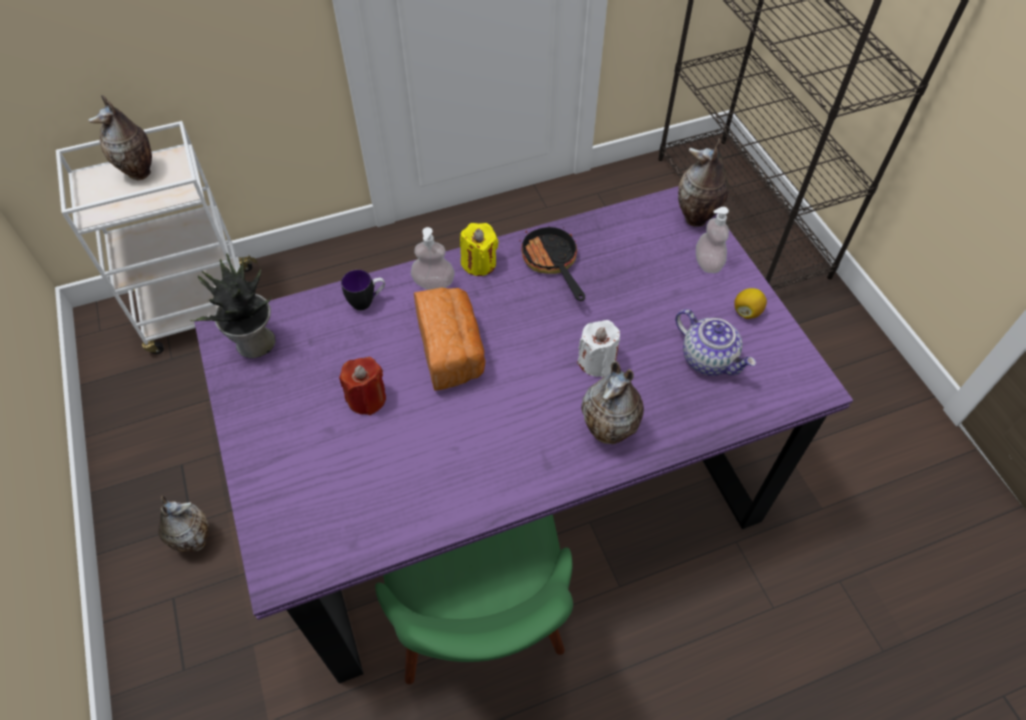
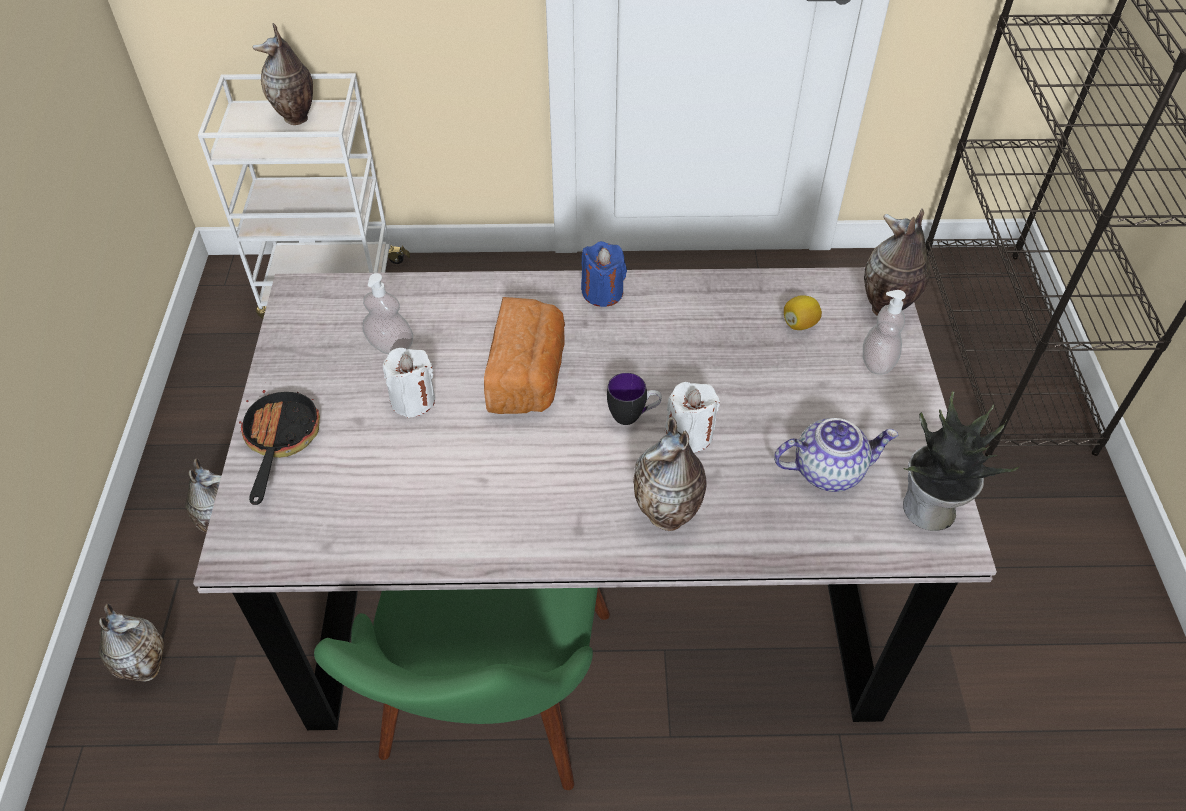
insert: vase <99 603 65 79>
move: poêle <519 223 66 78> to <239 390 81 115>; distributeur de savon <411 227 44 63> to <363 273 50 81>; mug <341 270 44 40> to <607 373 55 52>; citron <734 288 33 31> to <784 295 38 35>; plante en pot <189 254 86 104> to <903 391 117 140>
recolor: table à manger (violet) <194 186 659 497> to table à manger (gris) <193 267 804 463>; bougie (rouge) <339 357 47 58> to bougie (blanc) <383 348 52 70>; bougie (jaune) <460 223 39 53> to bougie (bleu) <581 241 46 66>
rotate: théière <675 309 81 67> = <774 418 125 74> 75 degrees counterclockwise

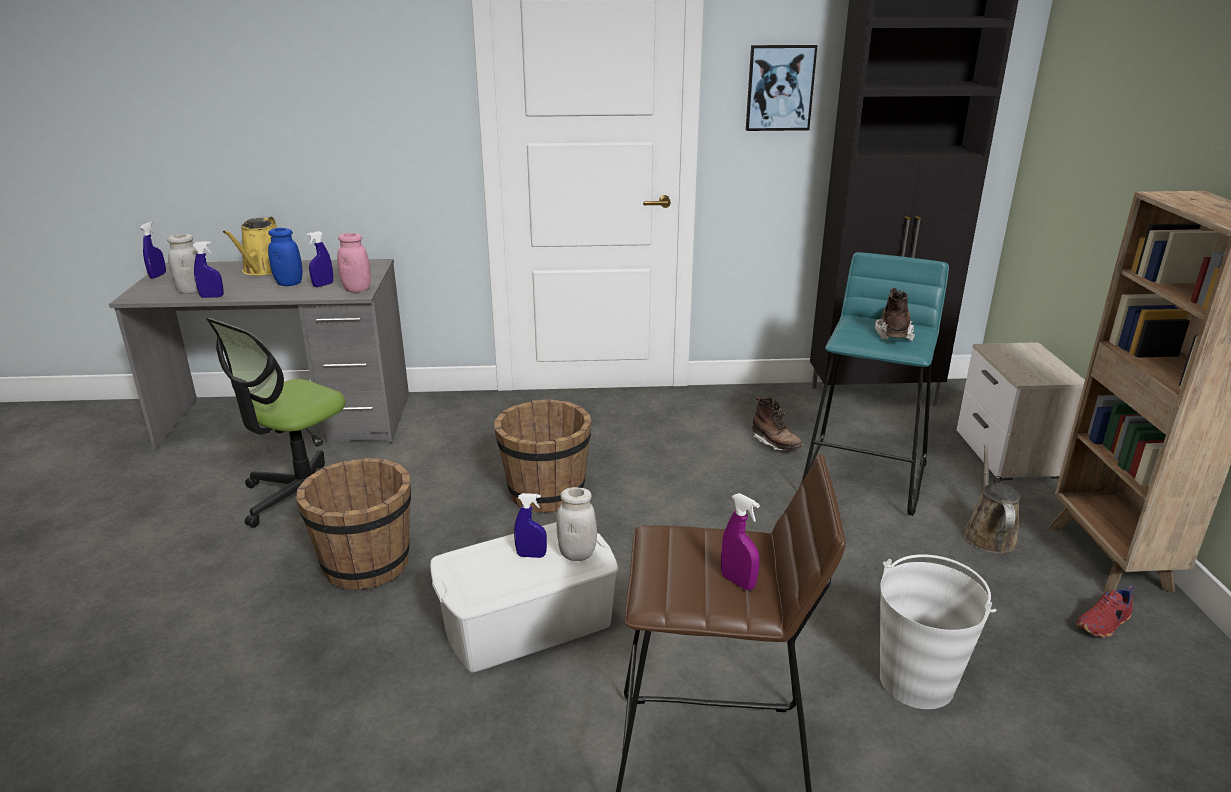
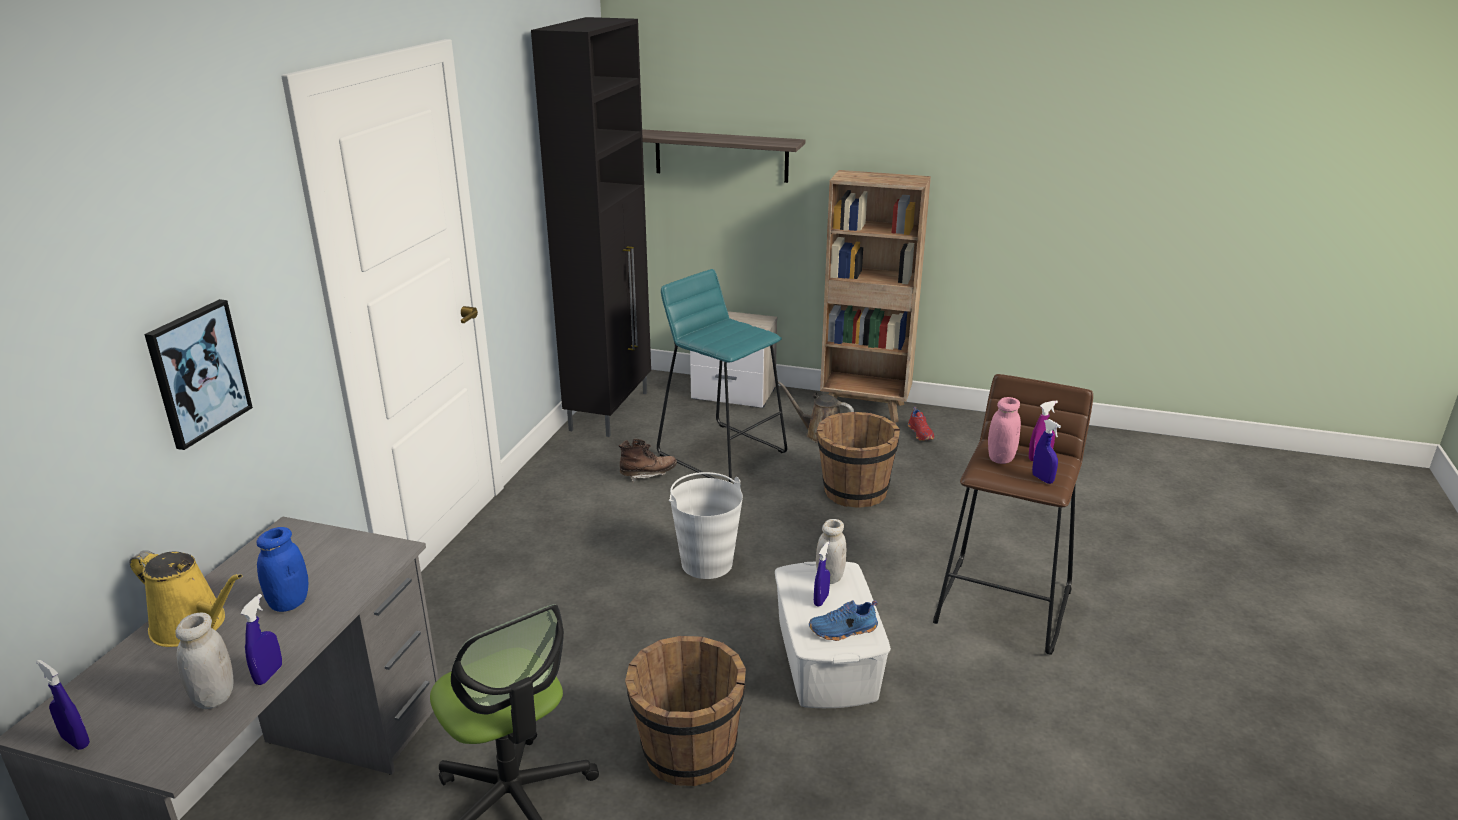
delete: botte (marron) <875 288 40 53>
insert: étagère <642 129 163 54>; chaussure (bleu) <809 600 69 41>
move: tableau <746 45 72 86> to <144 299 109 151>; seau (blanc) <880 554 117 155> to <669 472 74 107>; seau (marron) <495 399 97 114> to <817 412 83 96>; bocal (rose) <337 233 34 59> to <988 397 33 67>; vaporisateur (bleu) <306 231 27 56> to <1032 419 29 65>

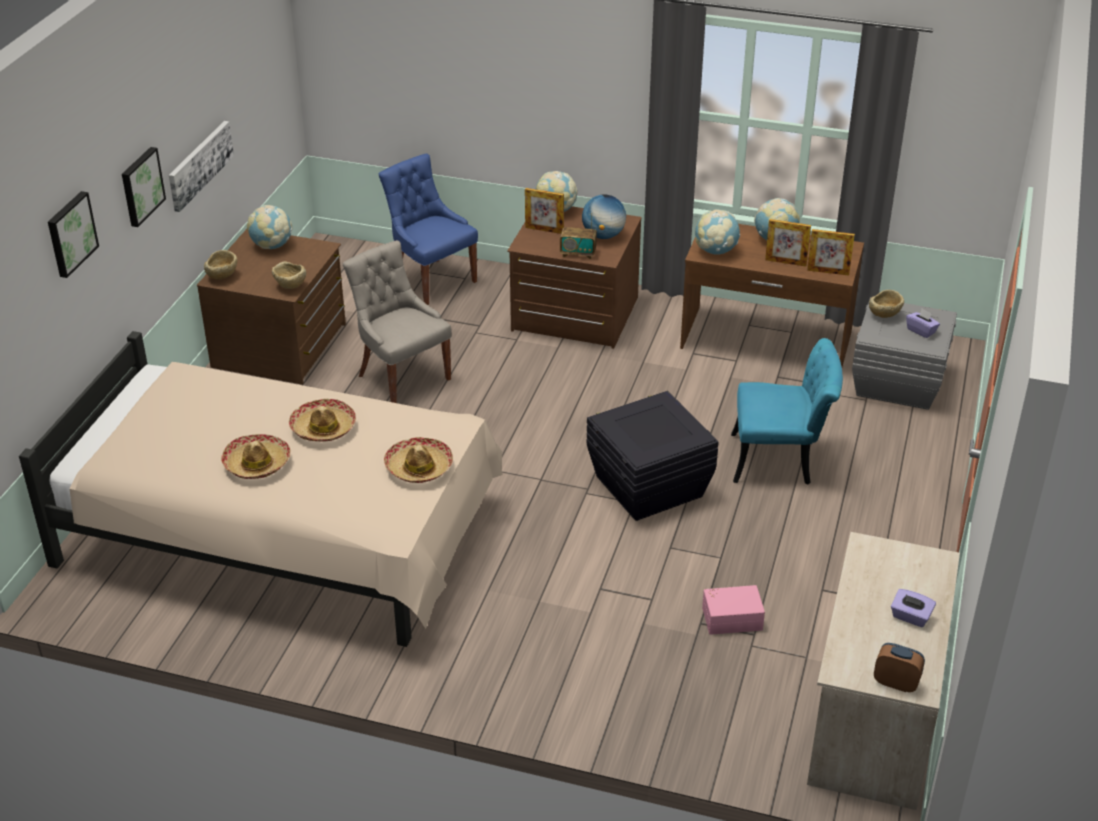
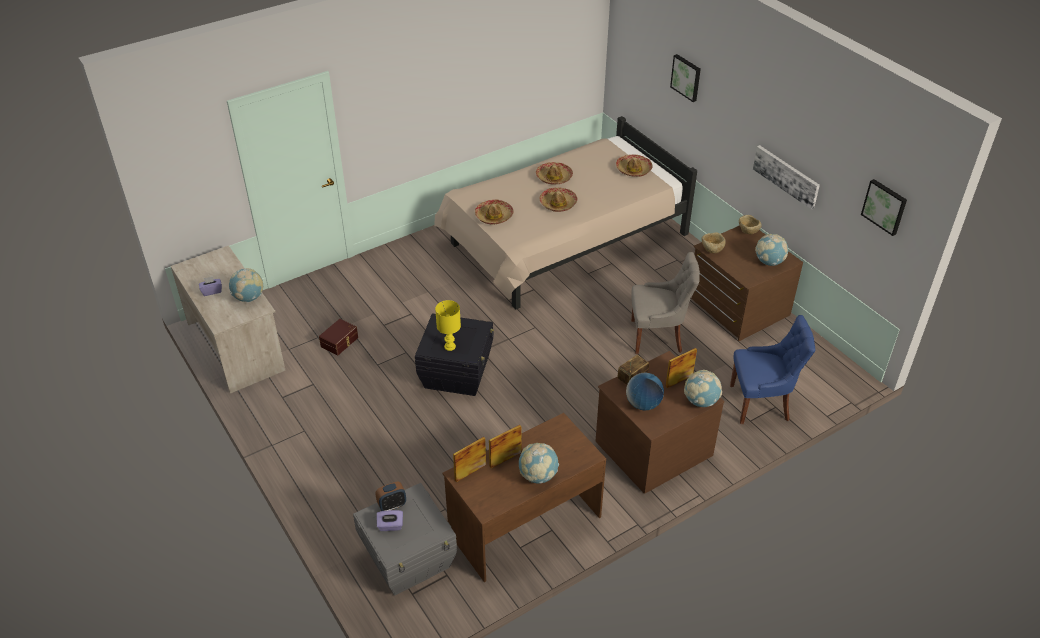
delete: chaise (turquoise) <731 338 112 147>; bol (beige) <869 290 35 28>
insert: lampe de table (jaune) <435 300 26 51>; chapeau <616 154 37 23>
move: globe <695 209 45 46> to <229 268 34 35>; réveil <874 643 51 49> to <375 482 31 29>; tableau <122 147 44 80> to <861 179 46 57>
recolor: boîte de rangement (rose) <702 585 63 50> to boîte de rangement (marron) <319 319 39 37>

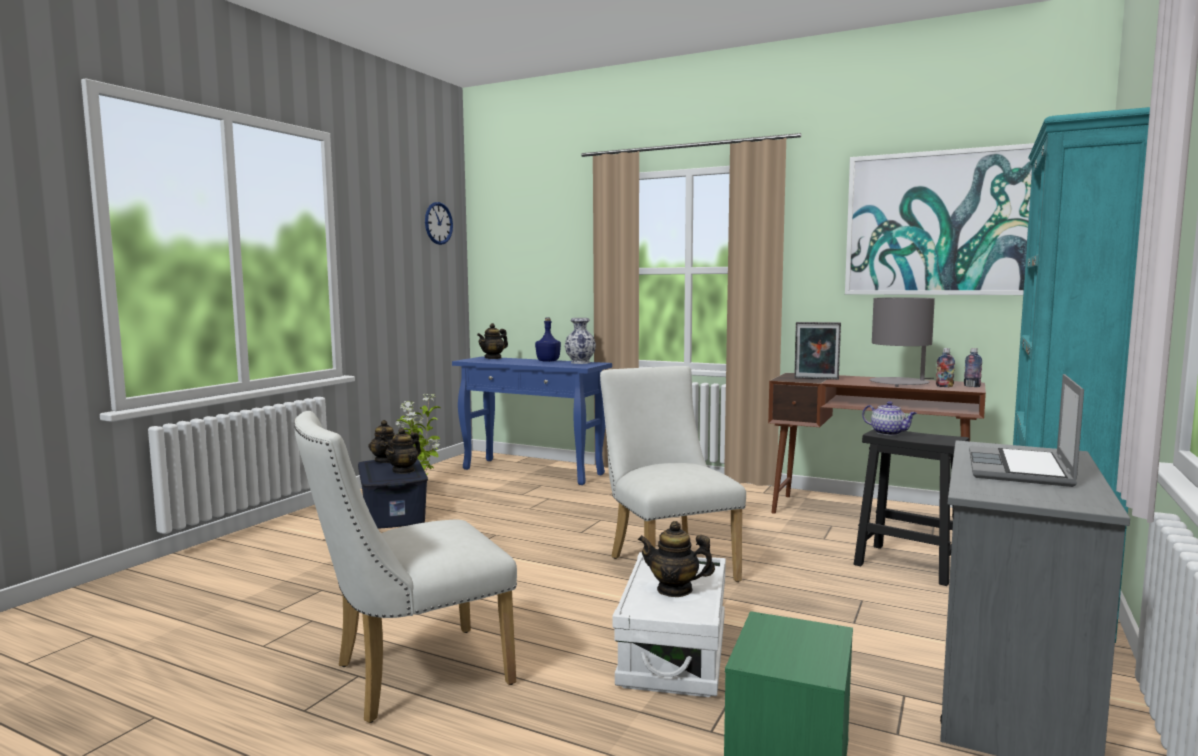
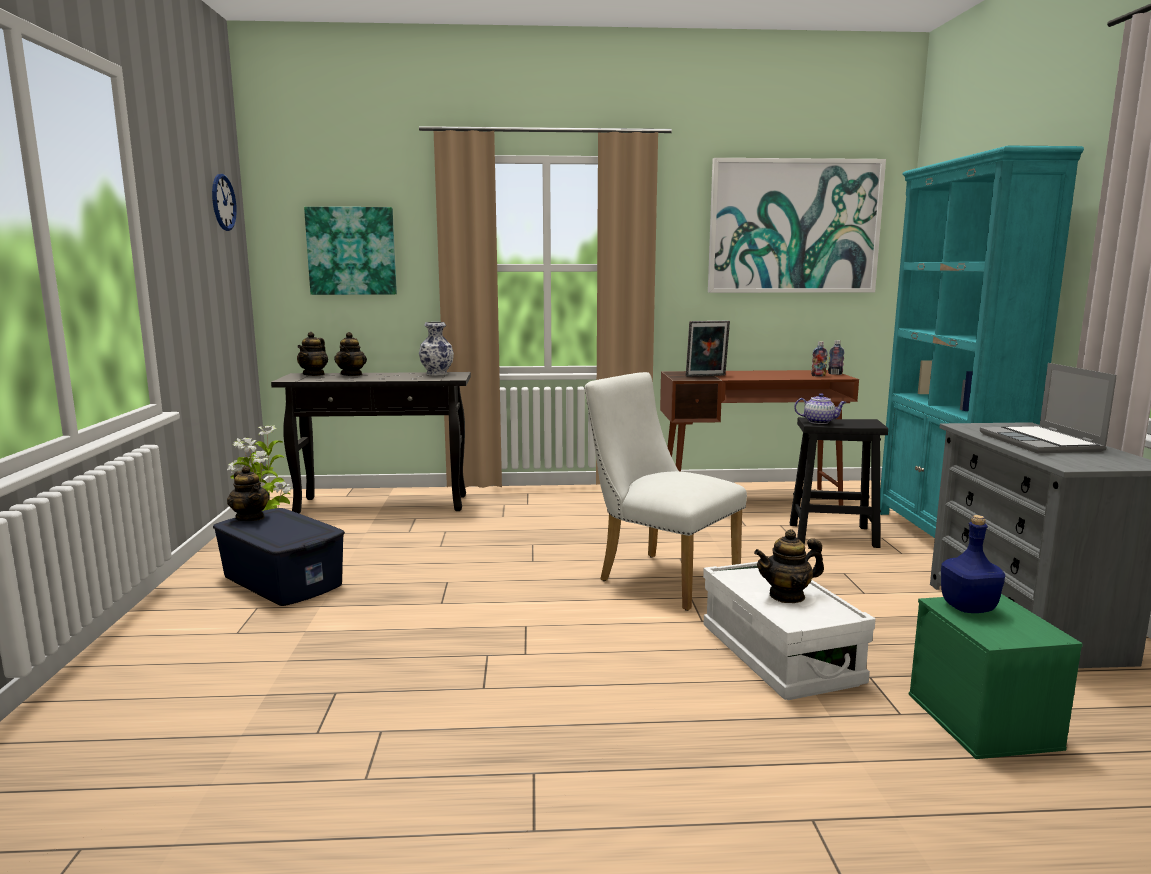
delete: chaise (blanc) <294 411 223 312>; lampe de table (gris) <869 297 66 90>
insert: tableau <304 207 93 88>
move: théière <383 428 38 46> to <334 332 33 44>; bouteille (bleu) <535 318 26 44> to <941 515 64 98>
recolor: table console (bleu) <452 356 160 129> to table console (noir) <271 372 200 142>

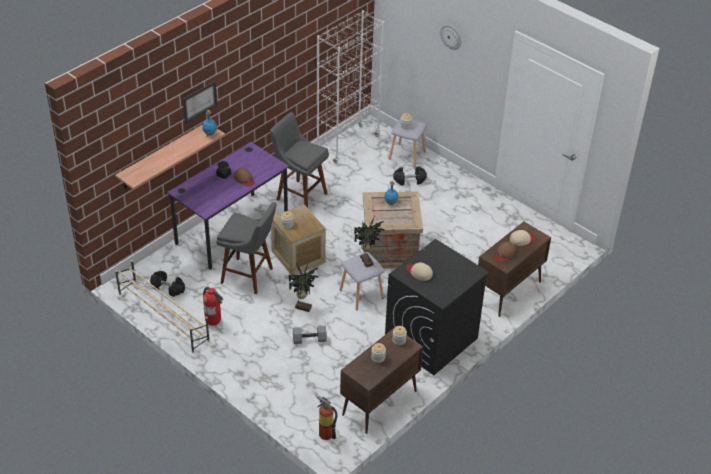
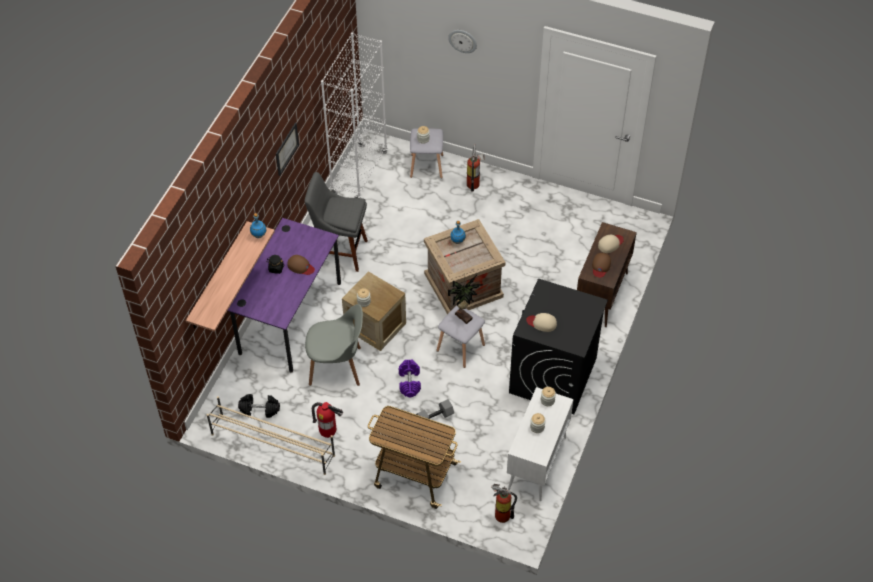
delete: haltère (noir) <393 167 34 18>
insert: chariot <368 406 93 103>; extincteur <467 144 18 47>
move: tableau <183 81 34 42> to <276 123 23 53>
replace: tabouret (gris) <216 202 61 92> to chaise (gris) <305 304 58 82>; plante en pot <289 263 29 49> to haltère (violet) <399 359 22 38>
recolor: meuble de rangement (marron) <340 327 83 107> to meuble de rangement (blanc) <507 387 66 114>

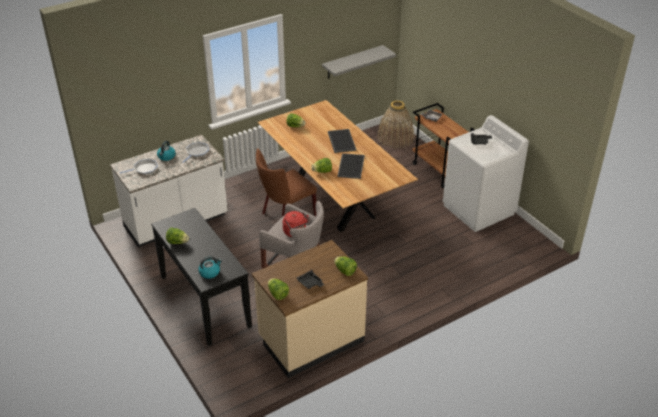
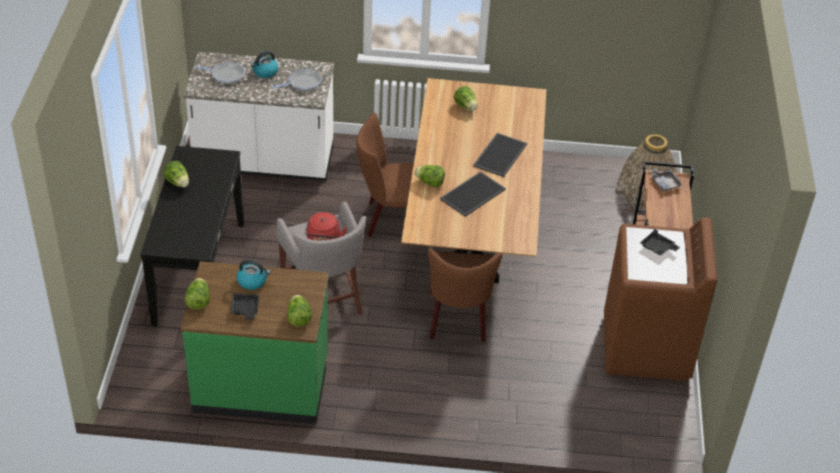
delete: étagère (gris) <322 45 74 34>
insert: chaise (marron) <428 249 74 93>
move: bouilloire <198 257 24 22> to <237 260 34 30>
recolor: comptoir de cuisine (beige) <251 240 117 138> to comptoir de cuisine (vert) <181 261 148 163>; lave-linge (blanc) <443 115 86 117> to lave-linge (marron) <604 217 114 164>

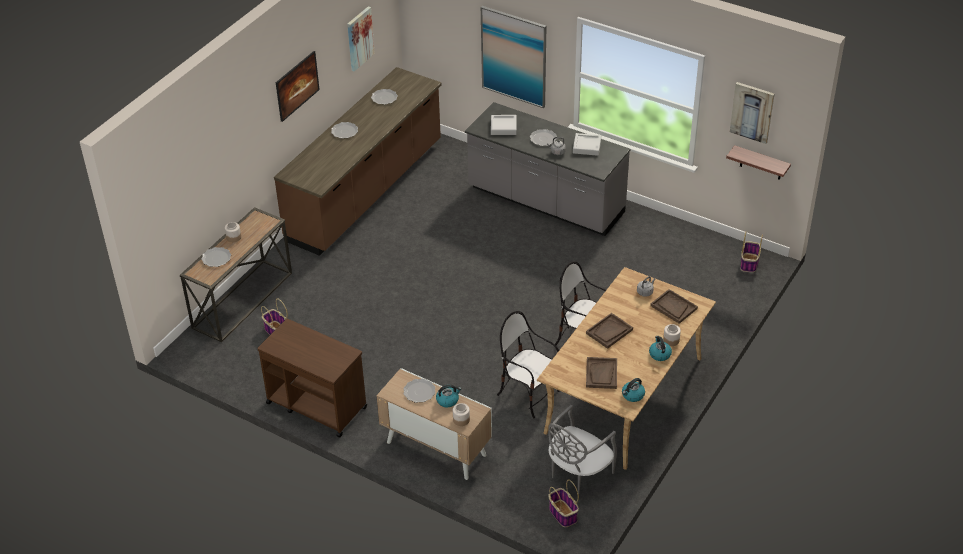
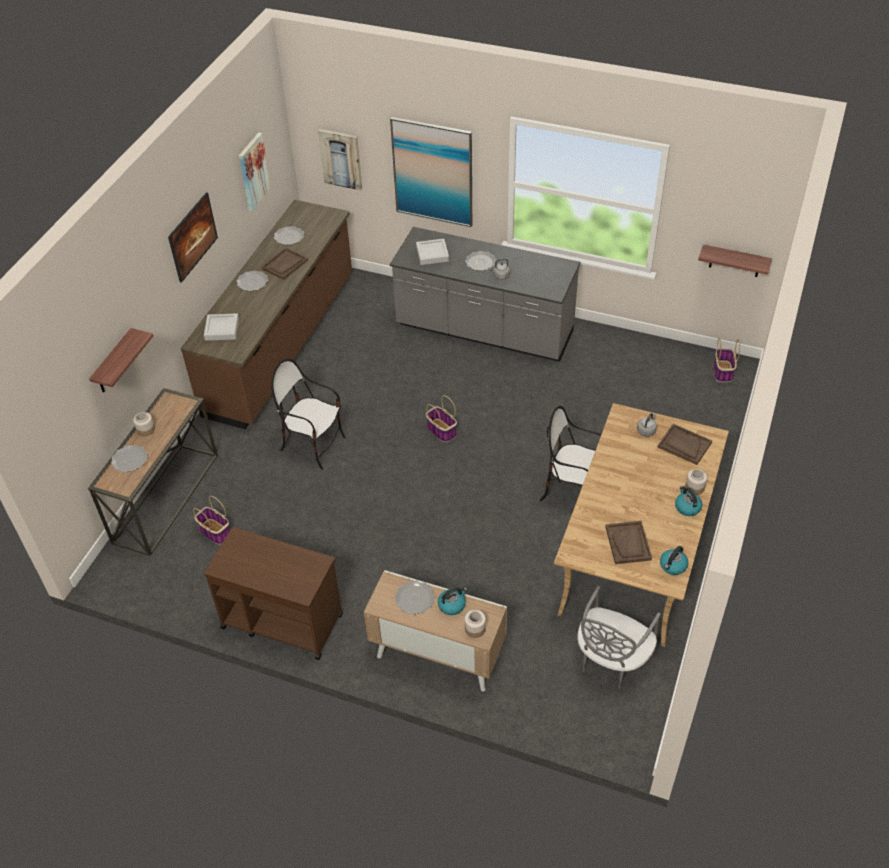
insert: étagère <89 328 64 65>
move: plateau (gris) <573 133 28 23> to <204 313 35 28>; plateau (marron) <586 313 47 36> to <262 248 46 32>; chaise <497 311 62 107> to <271 359 75 111>; tableau <730 82 44 62> to <318 129 44 62>; panier <548 480 31 47> to <426 395 31 47>

